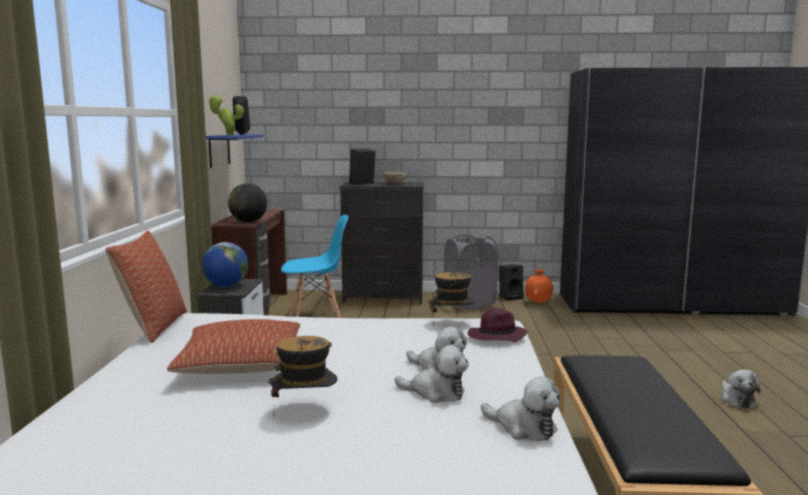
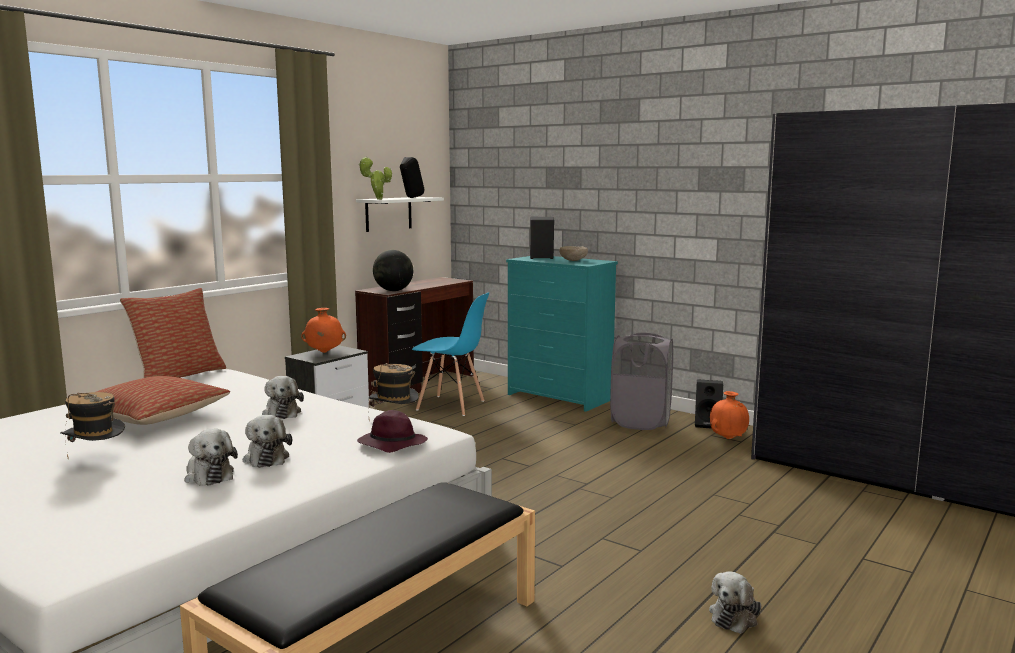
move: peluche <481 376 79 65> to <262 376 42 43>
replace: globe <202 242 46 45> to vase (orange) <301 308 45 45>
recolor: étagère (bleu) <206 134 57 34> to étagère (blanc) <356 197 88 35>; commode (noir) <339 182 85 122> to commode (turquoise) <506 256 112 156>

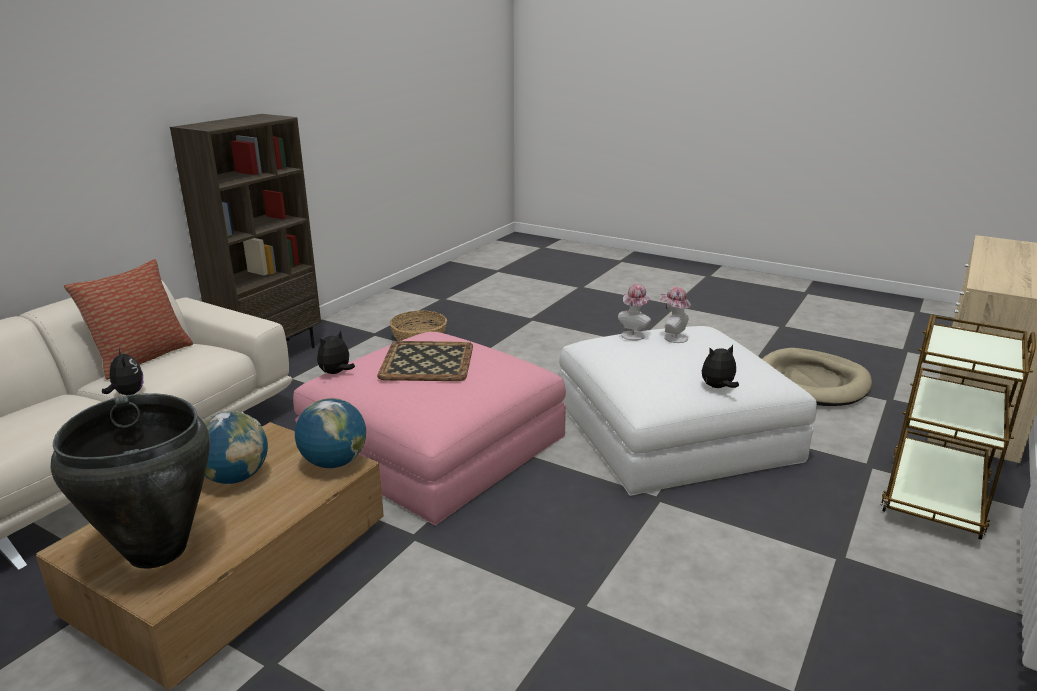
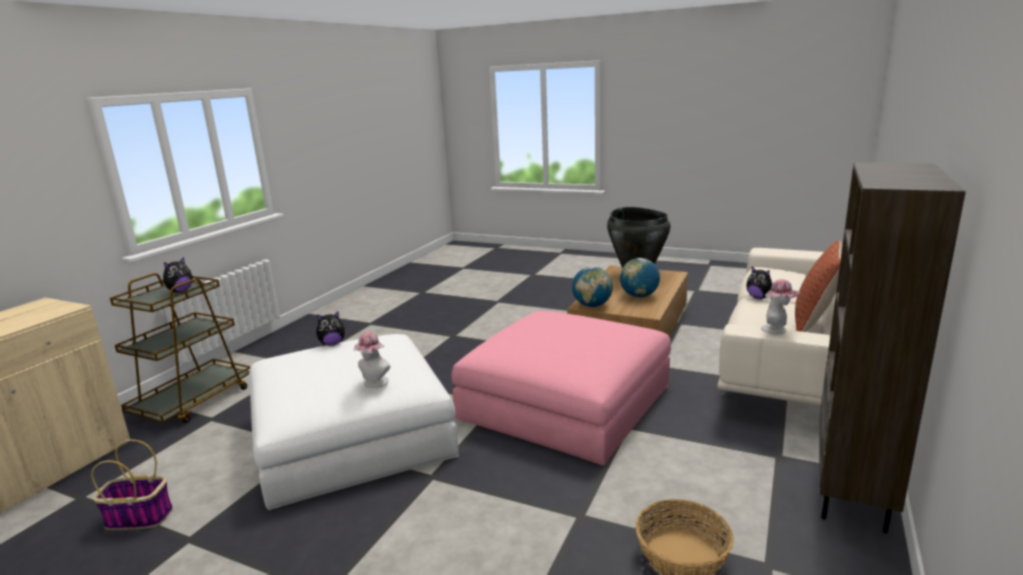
delete: plateau <377 341 96 40>
move: peluche <317 330 38 44> to <163 257 30 36>; chapeau <660 286 31 57> to <761 279 39 55>
replace: panier pour chien (beige) <762 348 110 58> to panier <91 439 82 91>

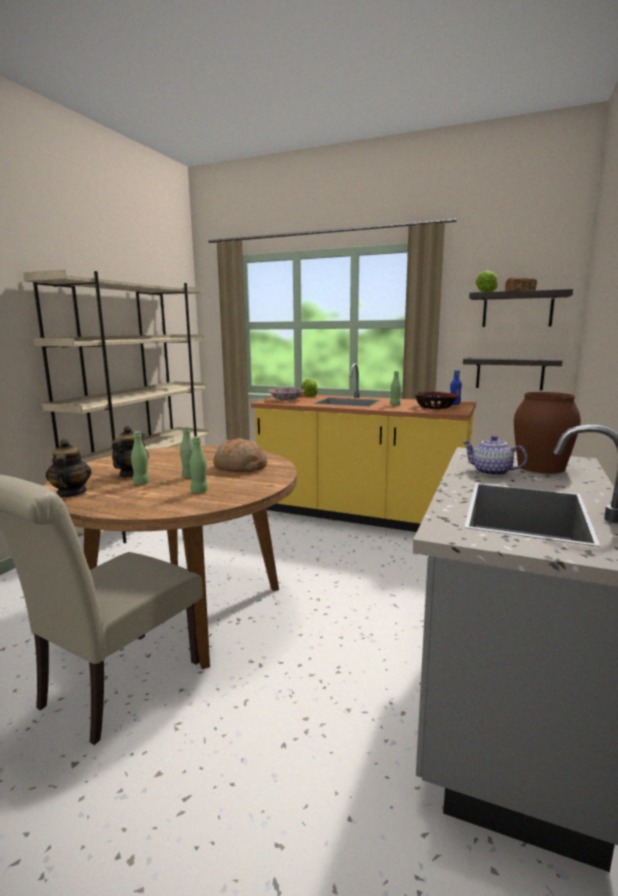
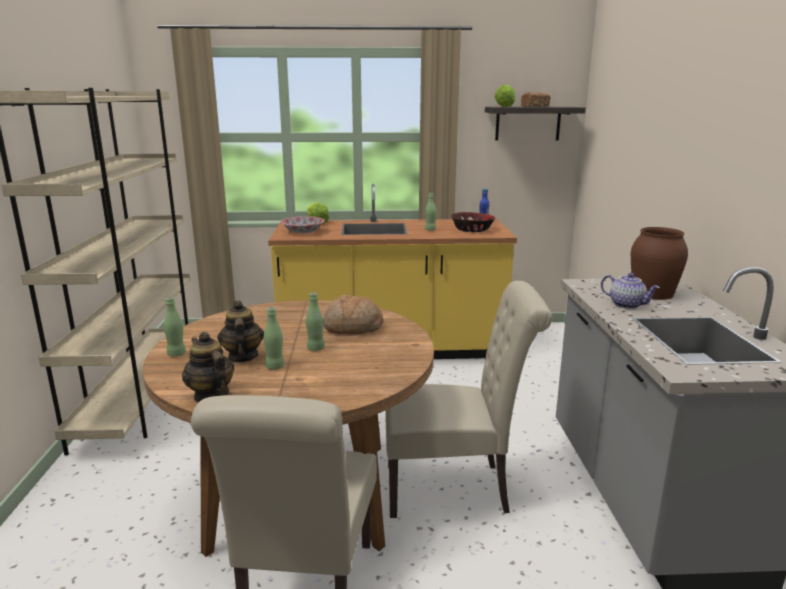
delete: étagère <463 357 100 33>
insert: chaise (beige) <385 281 167 237>
move: bouteille (vert) <189 436 19 57> to <164 297 22 60>
rotate: théière <463 435 65 41> = <601 273 59 36> 150 degrees counterclockwise

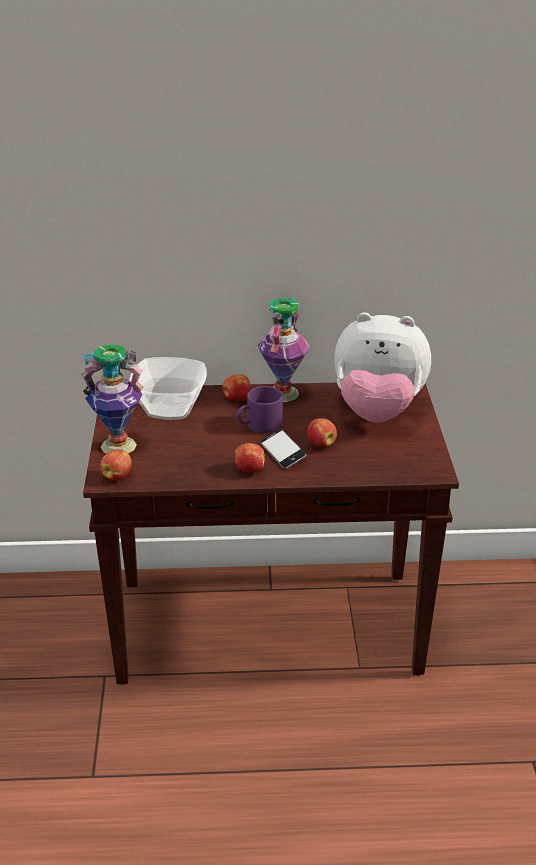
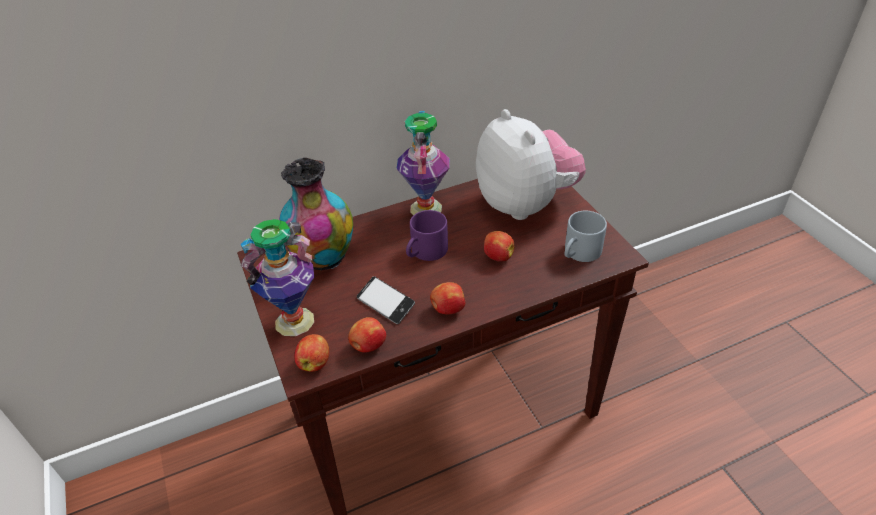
insert: mug (gris) <564 211 43 51>
move: pomme <222 374 30 27> to <348 317 38 36>; téléphone <260 429 47 40> to <357 276 58 48>
replace: bol <129 357 78 63> to vase <279 158 74 113>
rotate: peluche <334 312 97 110> = <476 109 110 111> 105 degrees counterclockwise

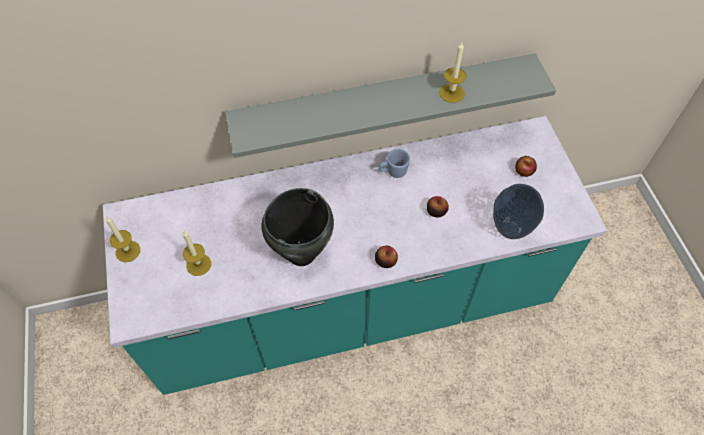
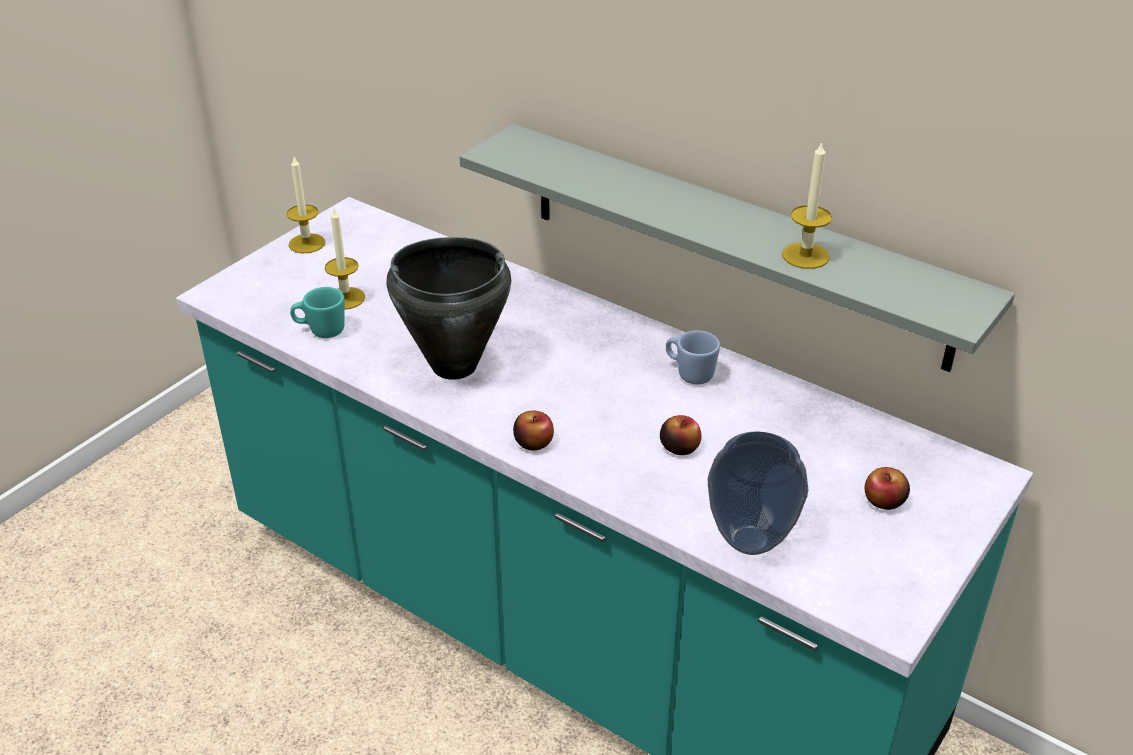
insert: mug (turquoise) <290 287 55 51>

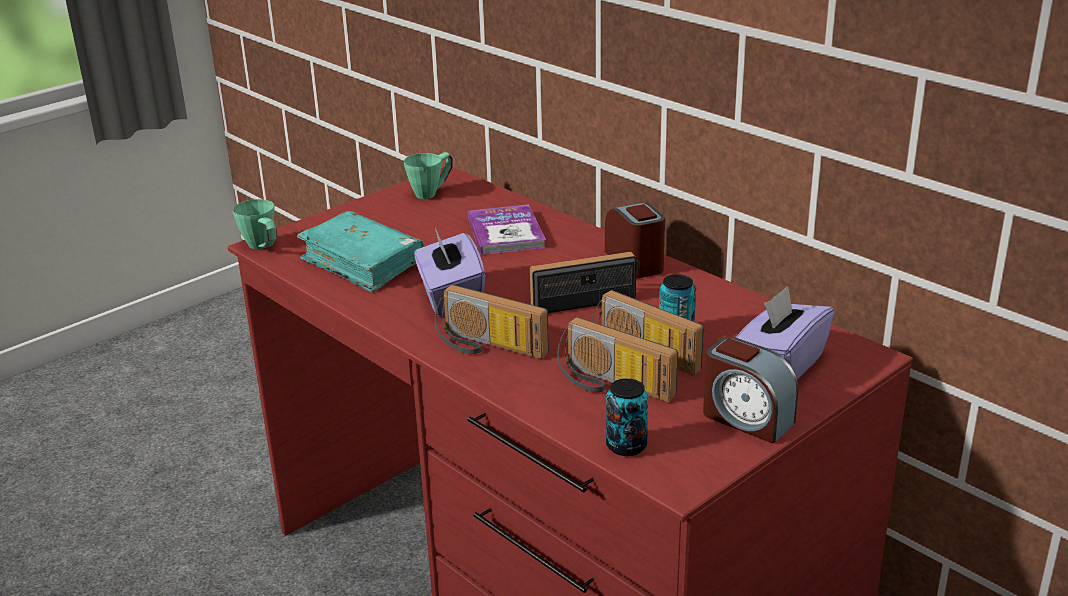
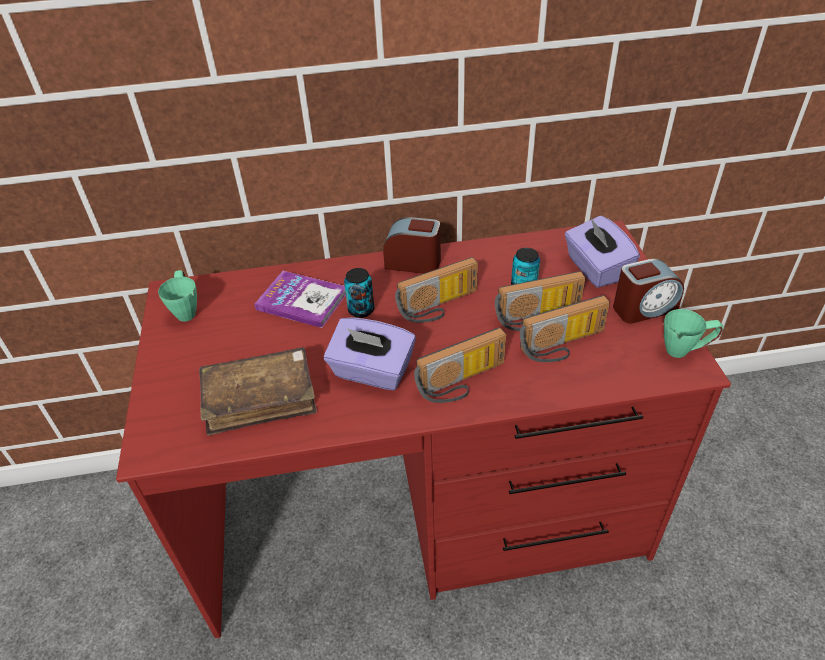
move: boîte métallique <606 378 42 78> to <344 268 30 50>; mug (vert) <233 199 44 50> to <664 309 60 49>
recolor: livre (turquoise) <297 211 127 81> to livre (marron) <199 347 118 88>
rotate: radio <530 252 110 61> = <395 257 83 66> 135 degrees counterclockwise

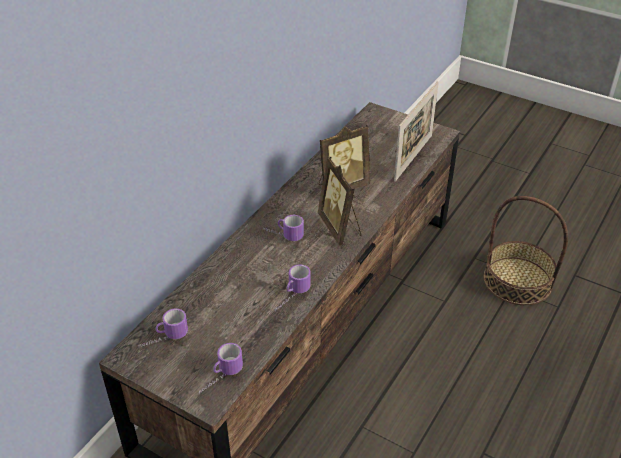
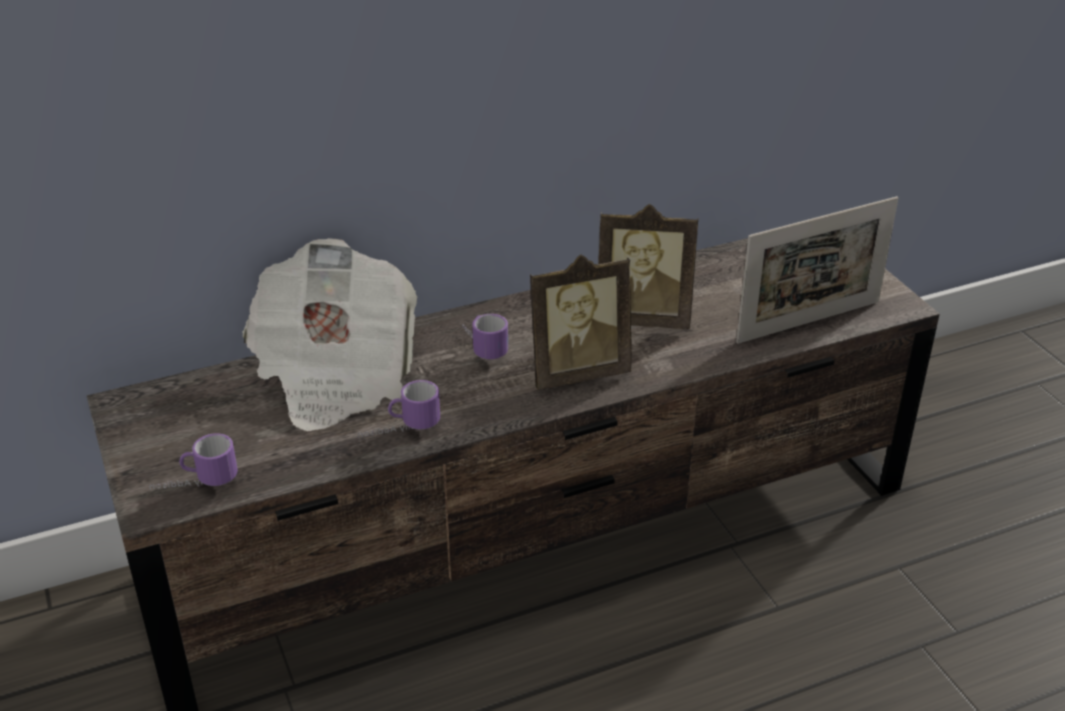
delete: mug <140 308 48 39>; panier <484 196 84 109>
insert: journal <243 238 174 194>
rotate: cadre photo <318 156 44 89> = <530 255 102 135> 120 degrees counterclockwise

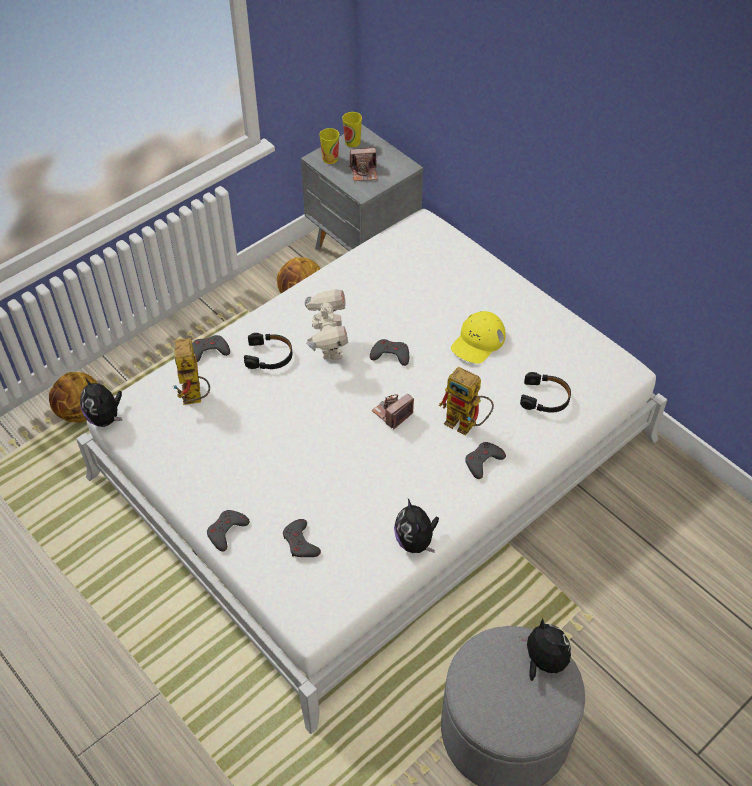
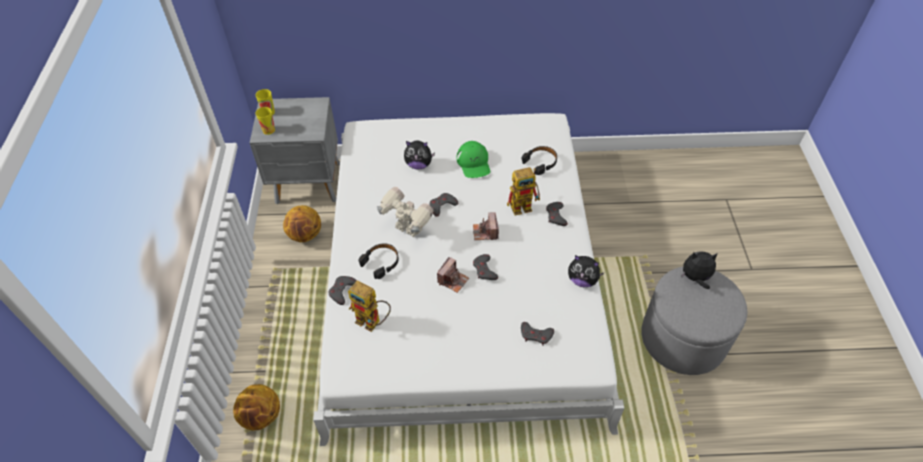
move: peluche <80 377 42 50> to <404 140 31 30>; appareil photo <350 146 27 35> to <437 257 32 36>; manette (gris) <207 510 43 42> to <473 254 25 26>
recolor: casquette (jaune) <451 311 55 53> to casquette (vert) <457 141 33 37>

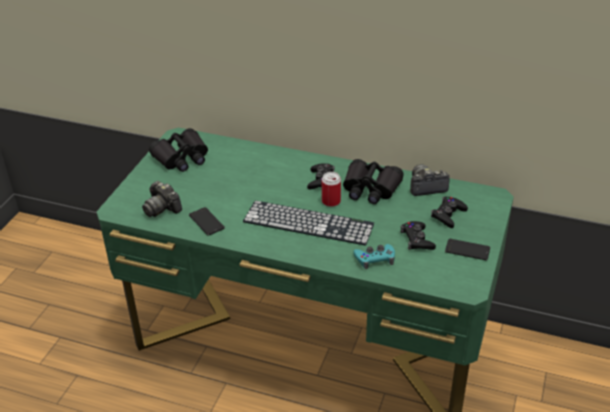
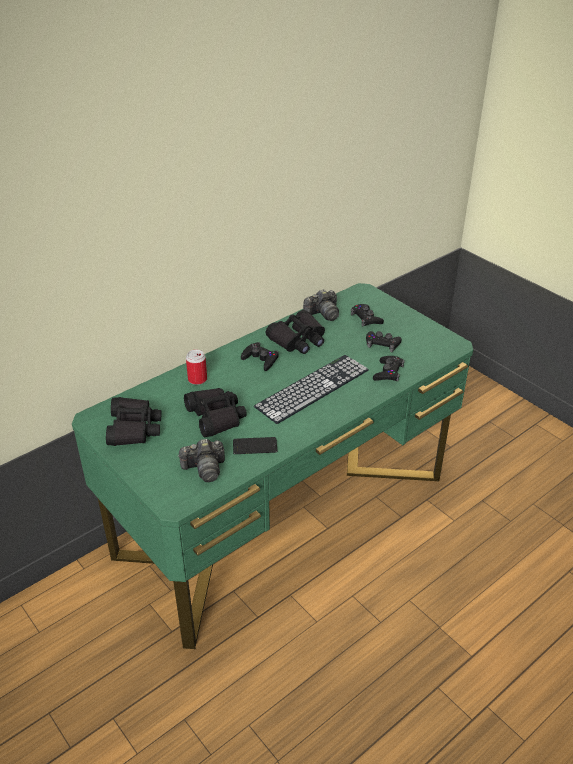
delete: téléphone <445 239 45 21>
insert: jumelles (noir) <184 388 63 49>
move: boîte métallique <322 172 19 35> to <186 350 21 35>
recolor: manette (turquoise) <354 244 41 25> to manette (noir) <373 356 32 25>
rotate: appareil photo <410 164 40 32> = <303 289 36 32> 135 degrees counterclockwise

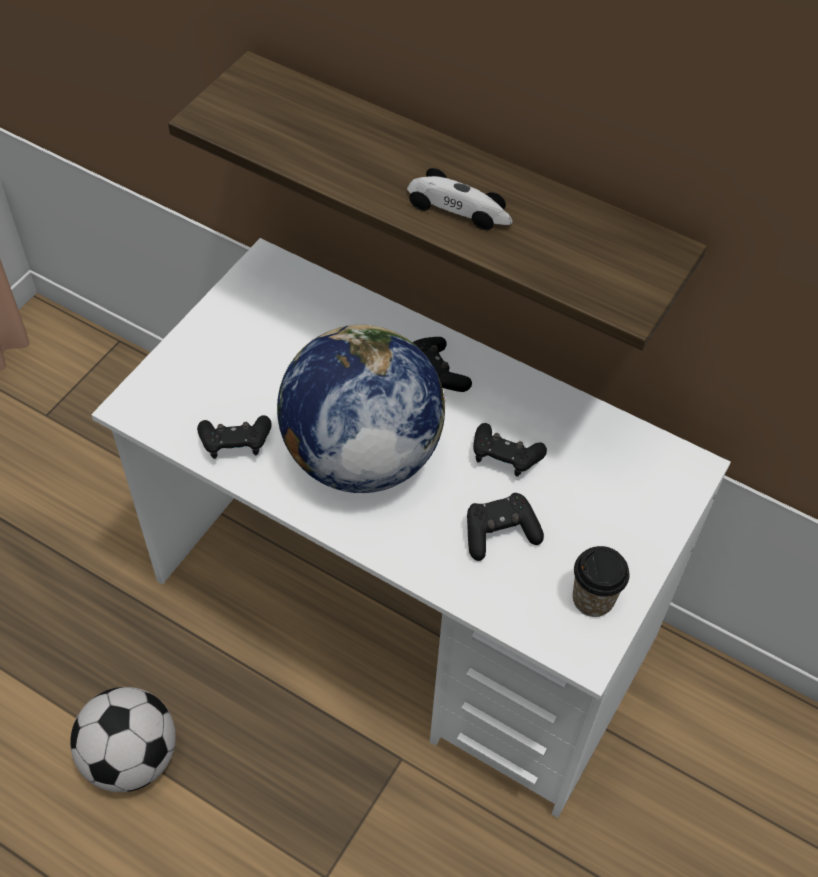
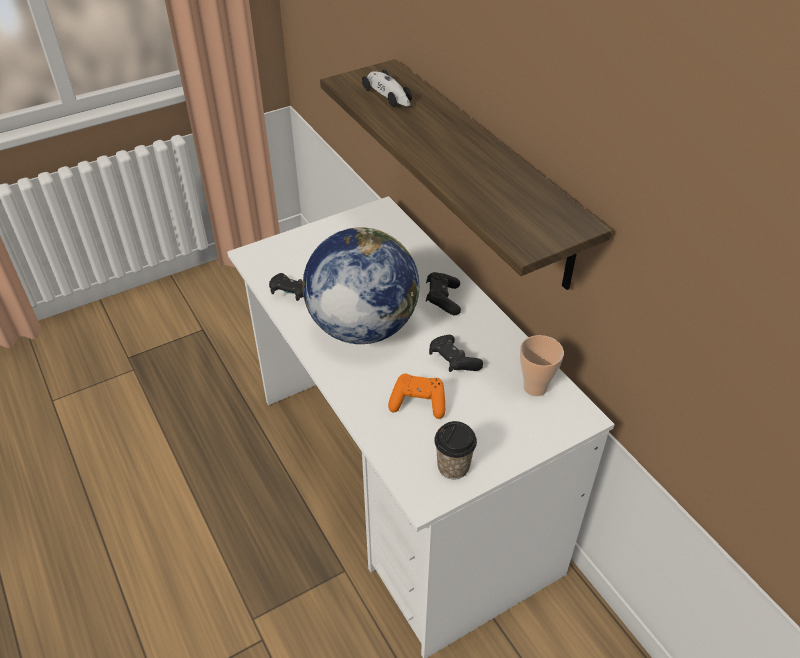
delete: ballon de foot <70 687 106 105>
insert: tasse <520 335 44 61>
move: petite voiture <407 168 106 62> to <362 70 50 37>
recolor: manette (noir) <467 493 77 68> to manette (orange) <388 374 57 45>

